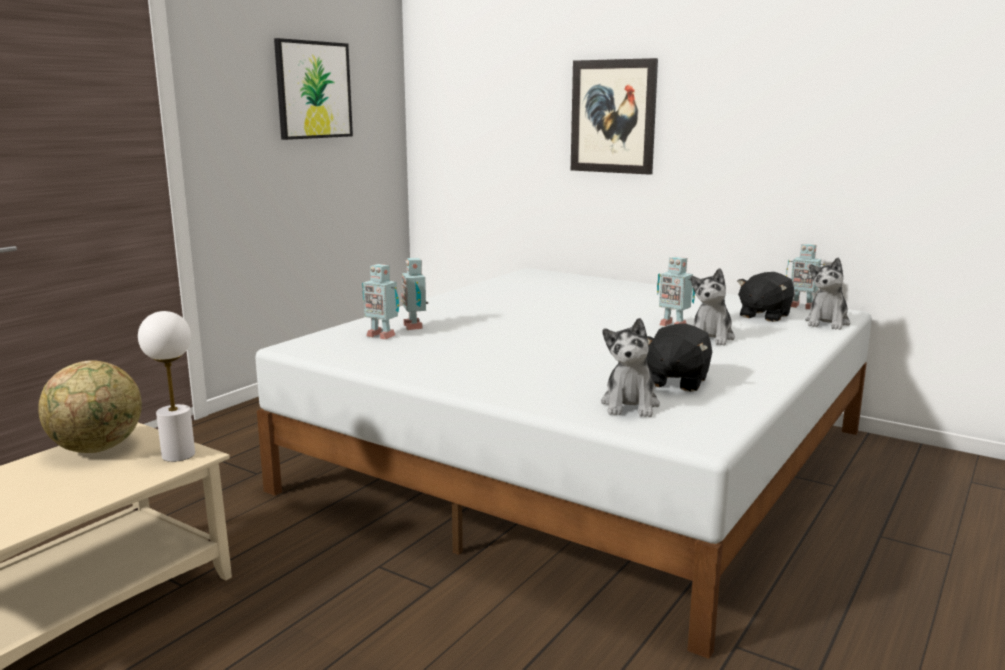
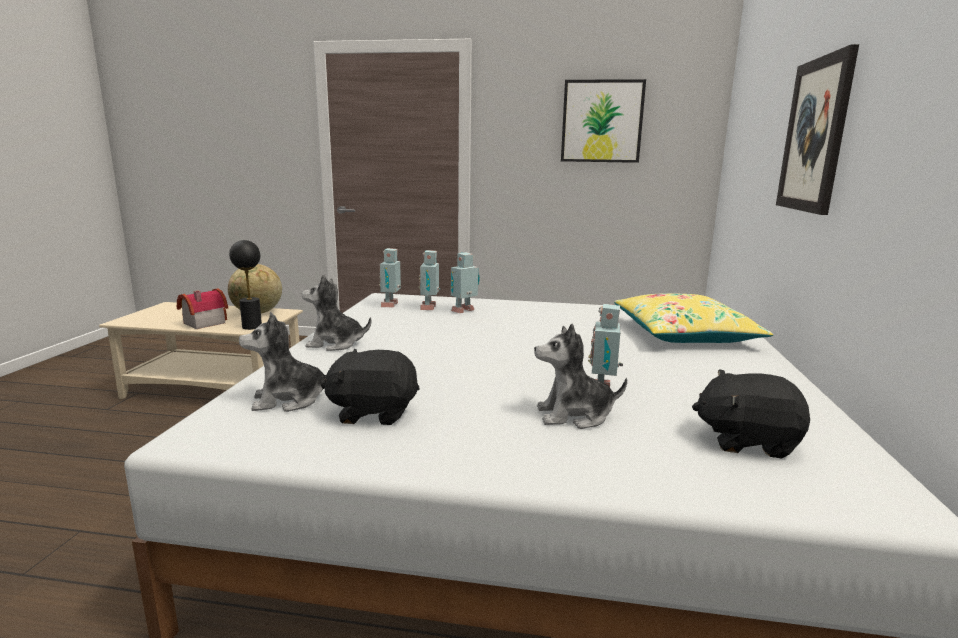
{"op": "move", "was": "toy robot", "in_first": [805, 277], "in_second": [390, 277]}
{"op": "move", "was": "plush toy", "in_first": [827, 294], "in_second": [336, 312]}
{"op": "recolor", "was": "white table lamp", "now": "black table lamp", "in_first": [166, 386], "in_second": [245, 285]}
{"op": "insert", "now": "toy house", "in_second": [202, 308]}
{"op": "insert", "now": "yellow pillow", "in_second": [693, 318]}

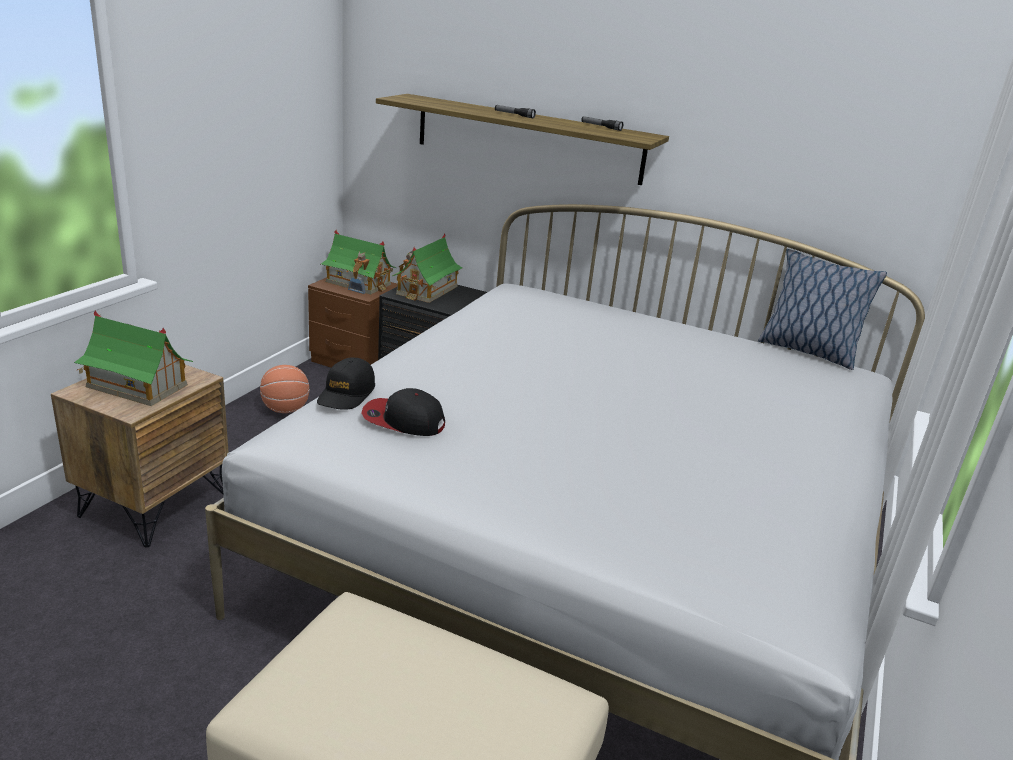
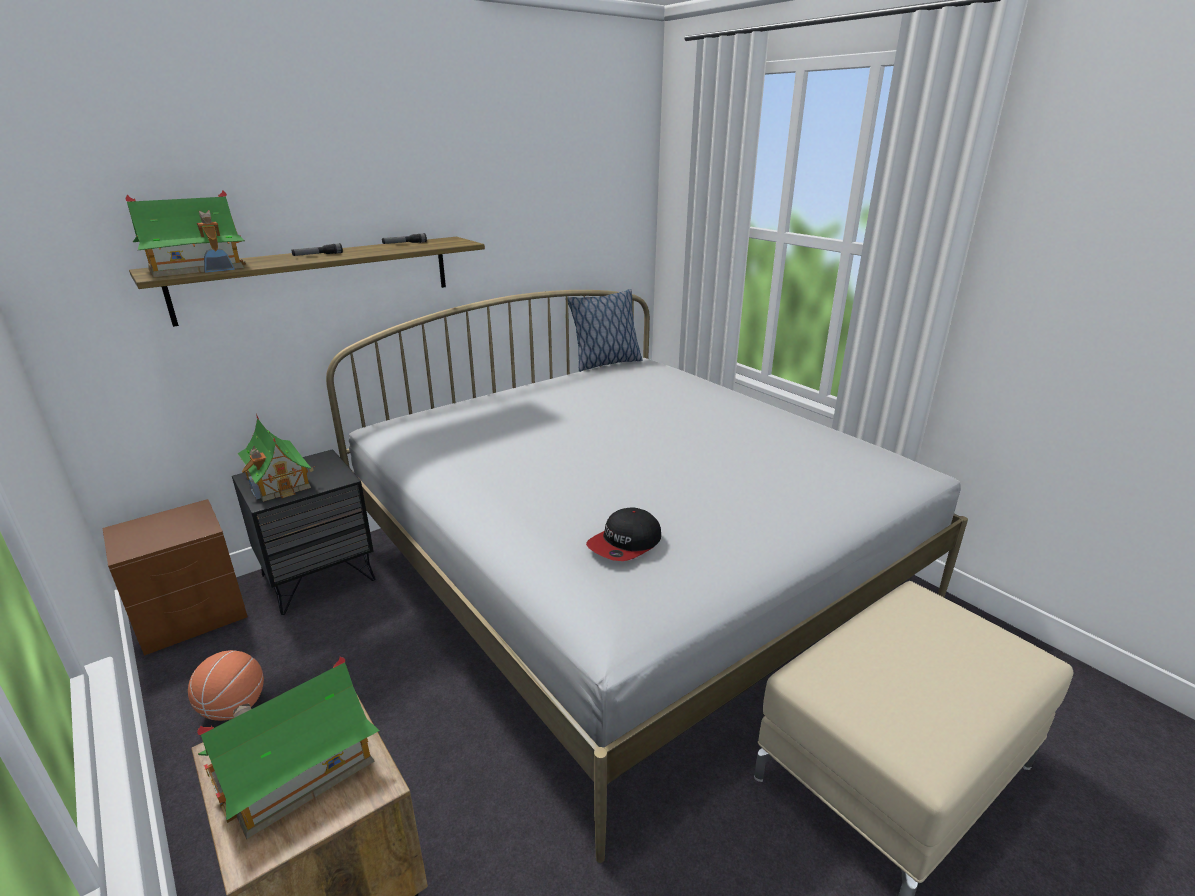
{"op": "move", "was": "toy house", "in_first": [358, 262], "in_second": [185, 233]}
{"op": "delete", "was": "black cap", "in_first": [346, 383]}

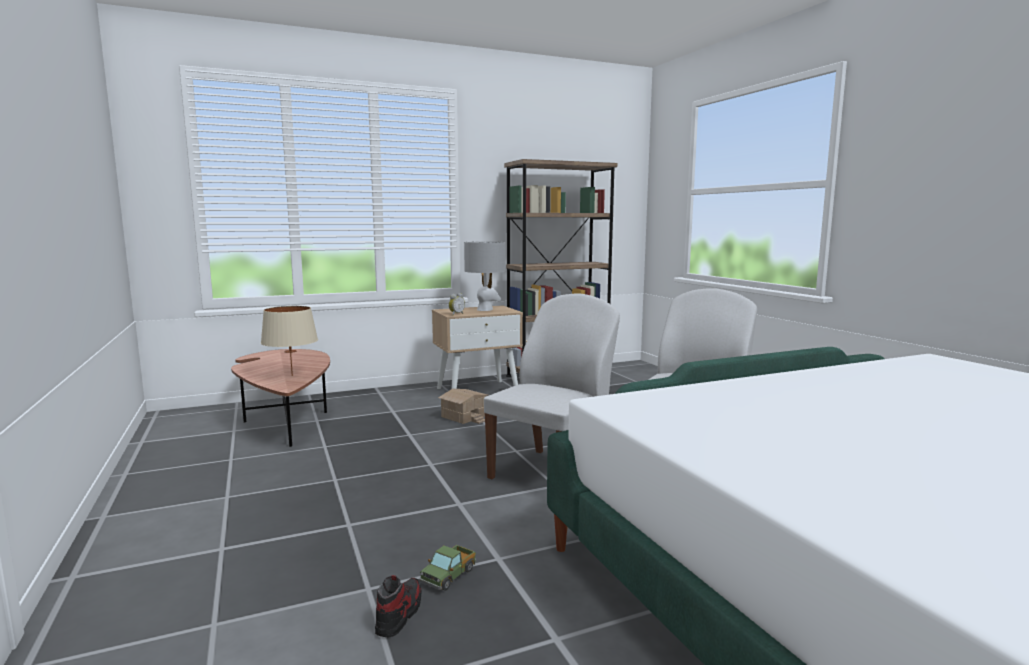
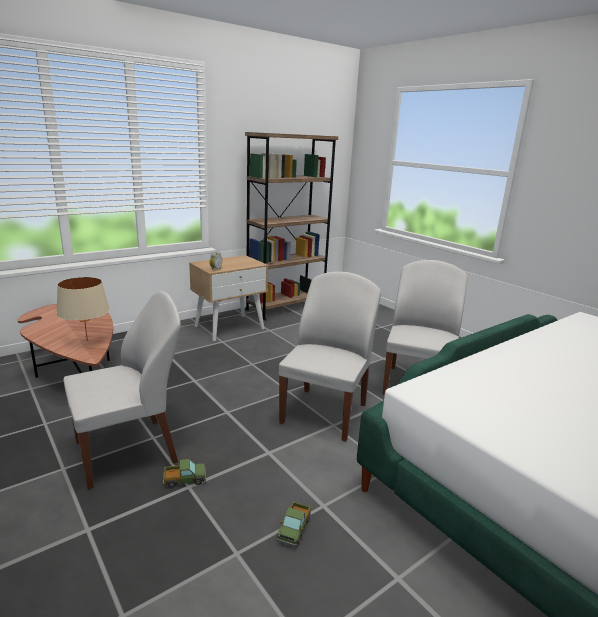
{"op": "delete", "was": "grey table lamp", "in_first": [484, 276]}
{"op": "delete", "was": "toy house", "in_first": [463, 406]}
{"op": "delete", "was": "shoe", "in_first": [398, 606]}
{"op": "insert", "now": "white chair", "in_second": [122, 390]}
{"op": "insert", "now": "toy truck", "in_second": [184, 473]}

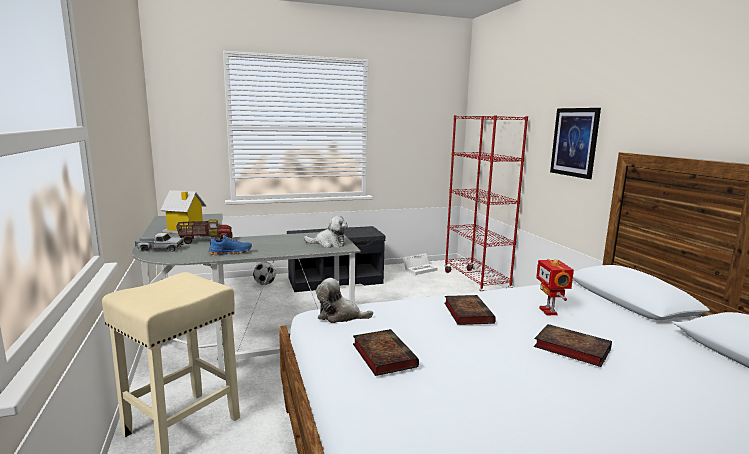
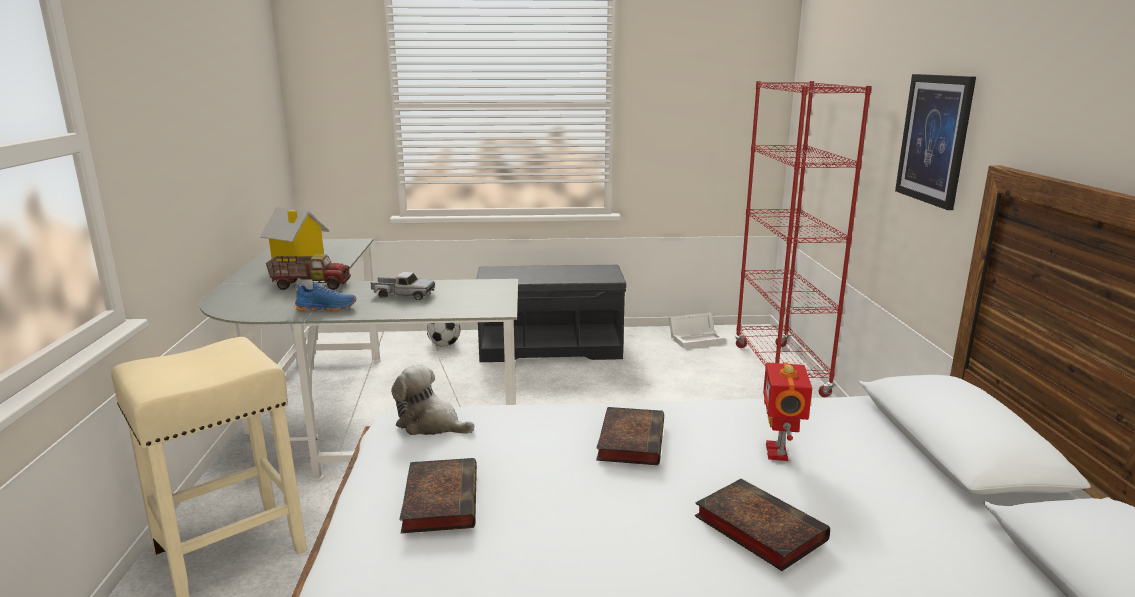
{"op": "delete", "was": "plush toy", "in_first": [326, 231]}
{"op": "move", "was": "toy truck", "in_first": [159, 242], "in_second": [403, 286]}

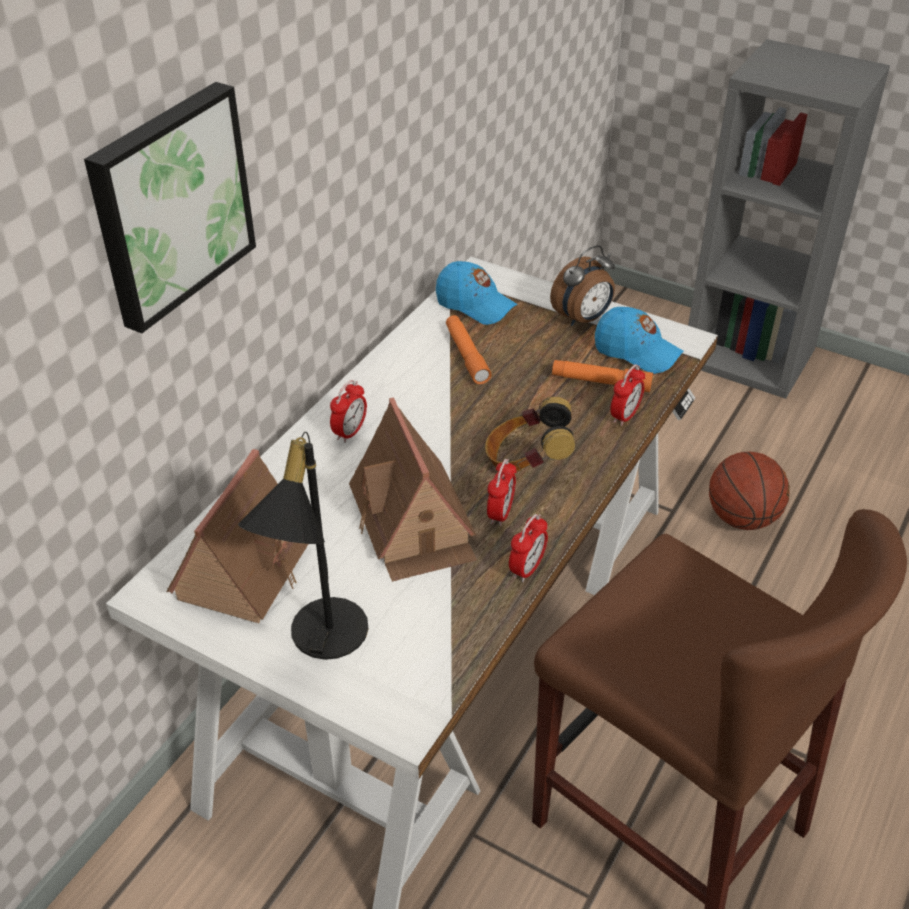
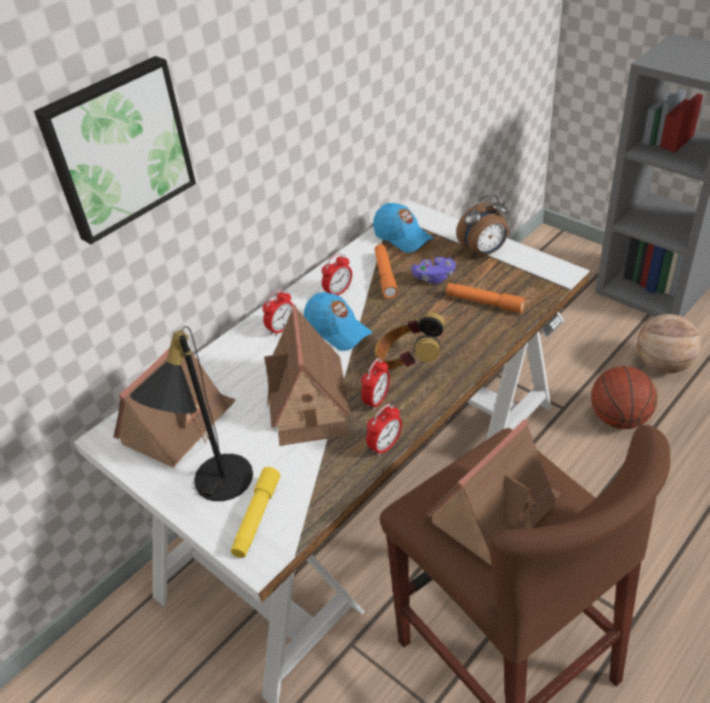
{"op": "move", "was": "blue cap", "in_first": [639, 340], "in_second": [338, 321]}
{"op": "move", "was": "alarm clock", "in_first": [627, 395], "in_second": [337, 274]}
{"op": "insert", "now": "purple game controller", "in_second": [433, 270]}
{"op": "insert", "now": "basketball", "in_second": [669, 344]}
{"op": "insert", "now": "toy house", "in_second": [493, 492]}
{"op": "insert", "now": "yellow flashlight", "in_second": [255, 512]}

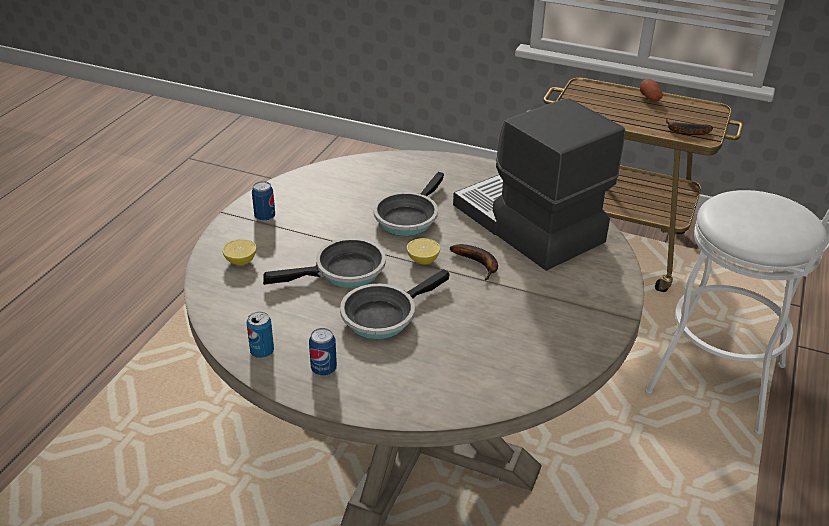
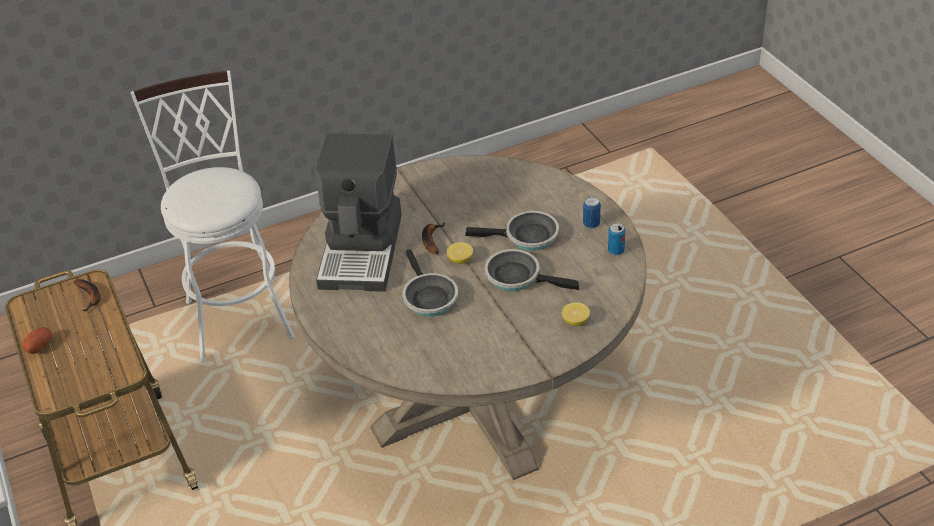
{"op": "rotate", "was": "frying pan", "in_first": [408, 204], "in_second": [430, 283], "clockwise": 90}
{"op": "delete", "was": "can", "in_first": [263, 201]}

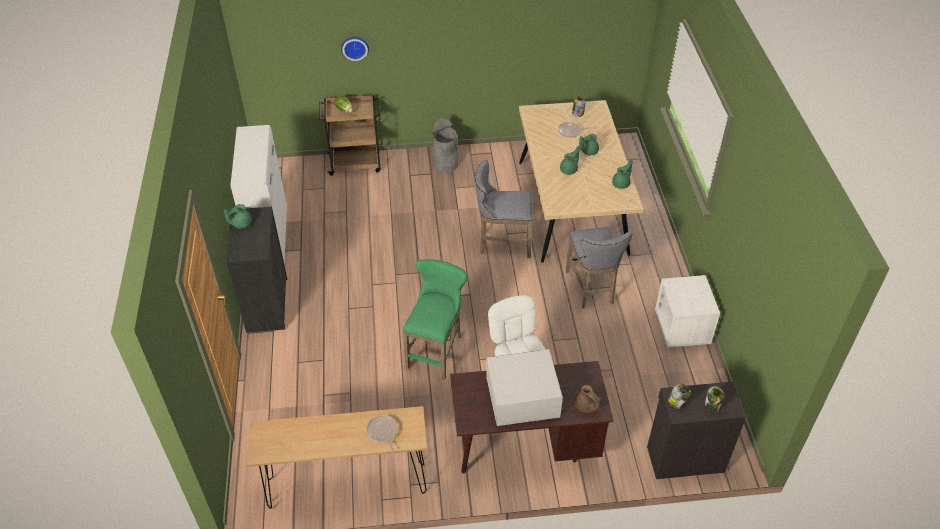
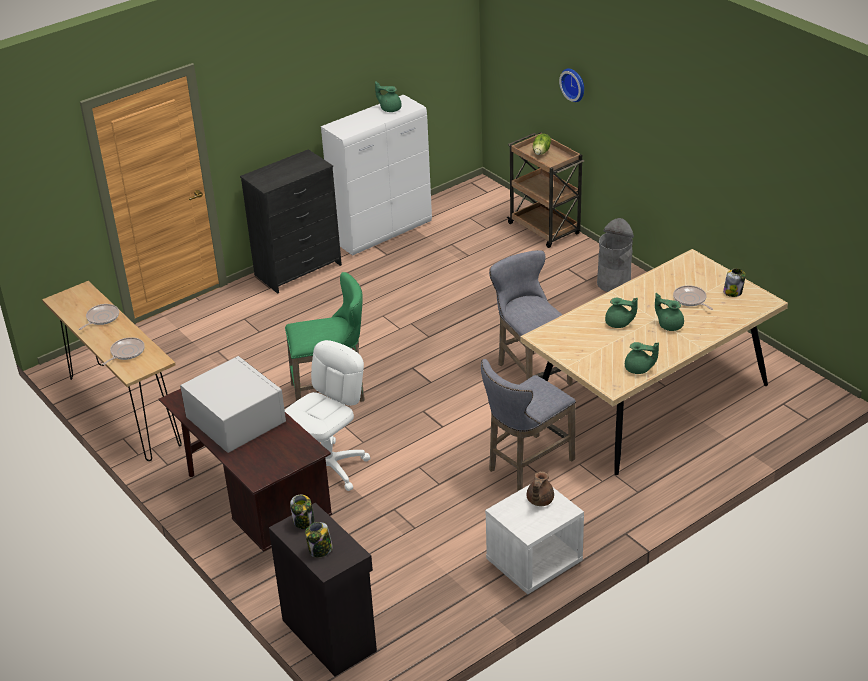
{"op": "move", "was": "green teapot", "in_first": [238, 216], "in_second": [388, 96]}
{"op": "move", "was": "brown teapot", "in_first": [588, 399], "in_second": [540, 488]}
{"op": "insert", "now": "frying pan", "in_second": [99, 317]}

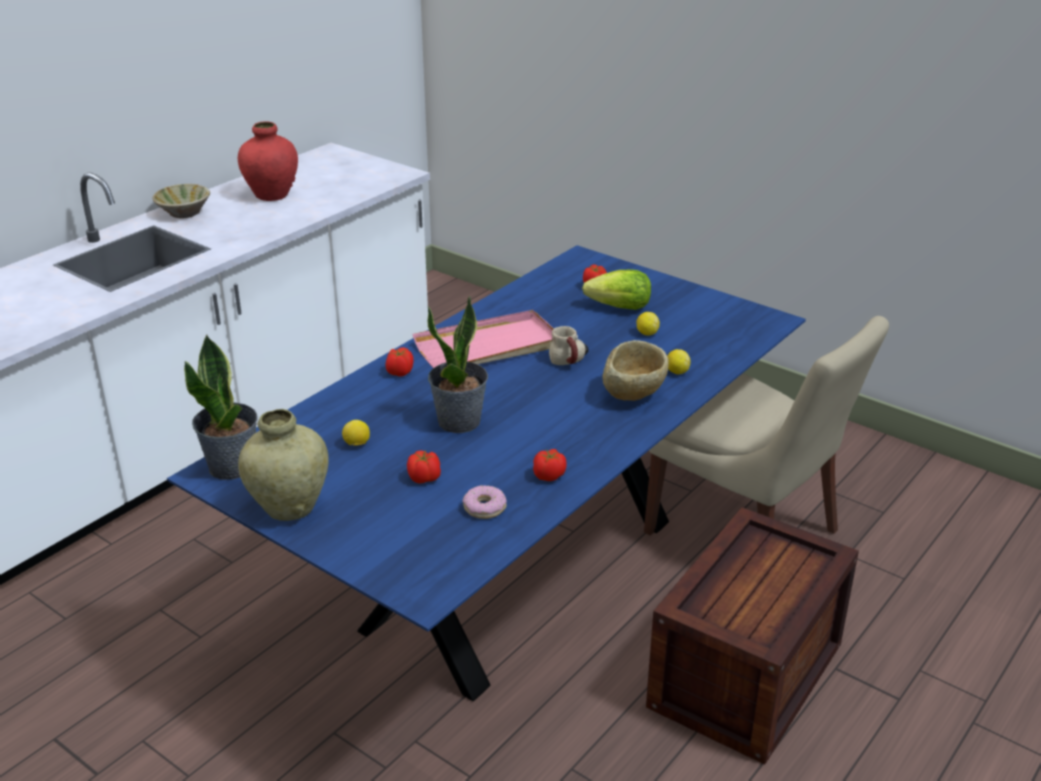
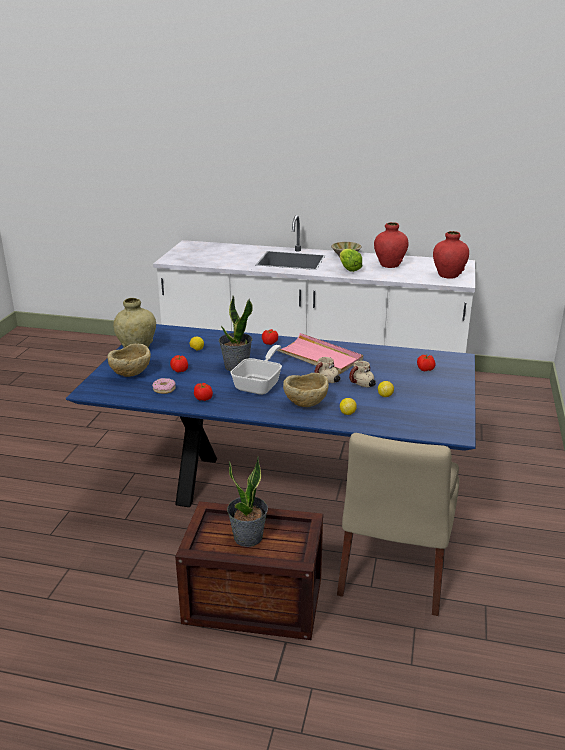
{"op": "move", "was": "lettuce", "in_first": [616, 290], "in_second": [351, 260]}
{"op": "move", "was": "potted plant", "in_first": [221, 407], "in_second": [247, 501]}
{"op": "insert", "now": "red vase", "in_second": [451, 255]}
{"op": "insert", "now": "beige bowl", "in_second": [129, 360]}
{"op": "insert", "now": "frying pan", "in_second": [256, 370]}
{"op": "insert", "now": "mug", "in_second": [362, 373]}

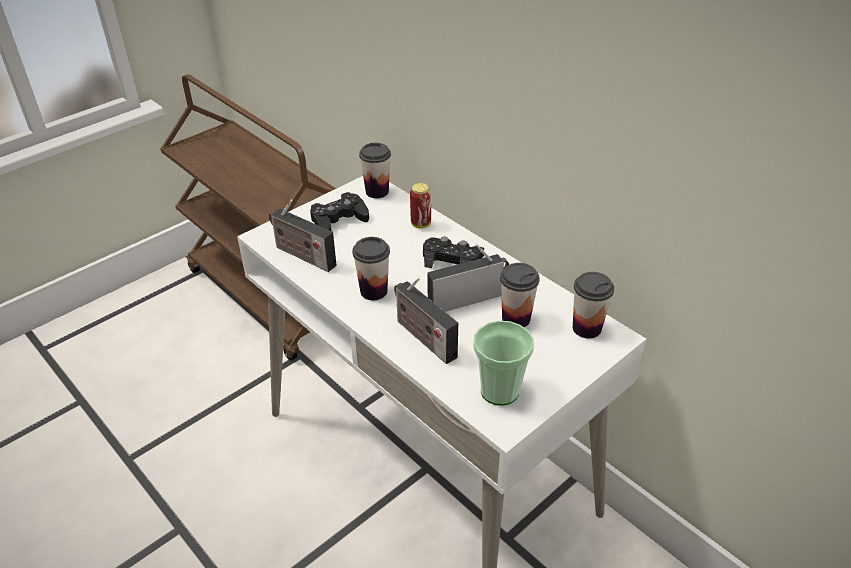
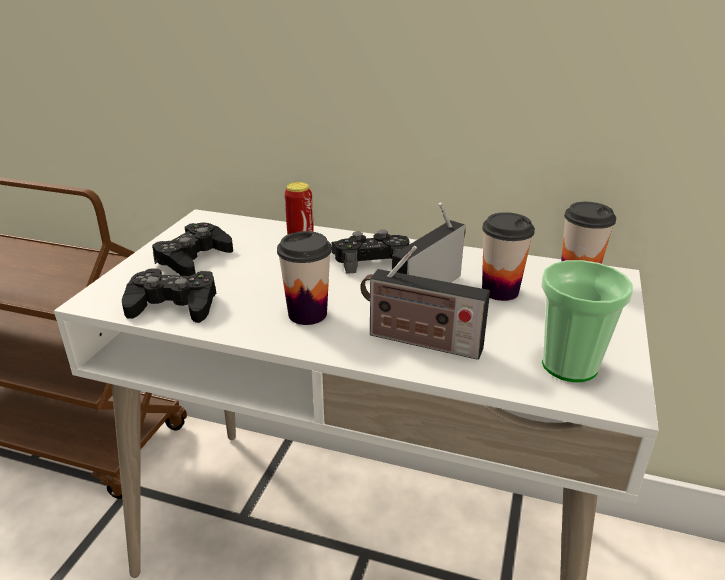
{"op": "delete", "was": "cup", "in_first": [375, 170]}
{"op": "replace", "was": "radio", "now": "black game controller", "in_first": [303, 236], "in_second": [169, 295]}

